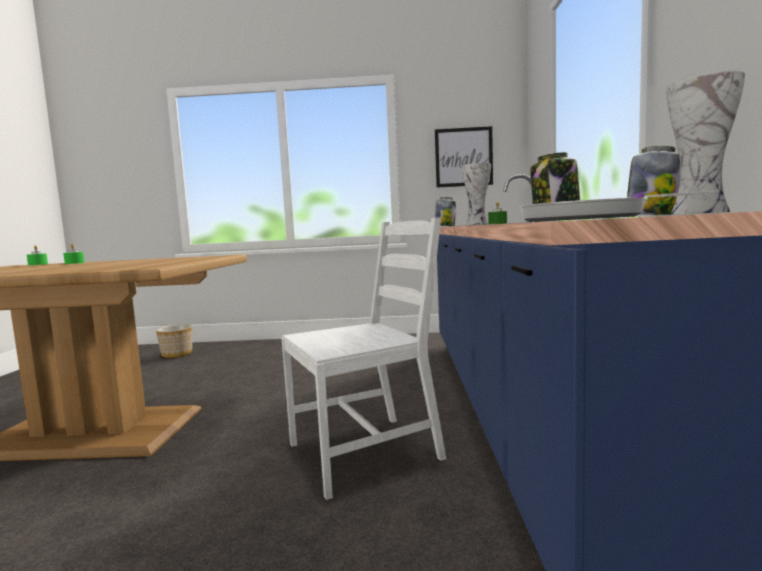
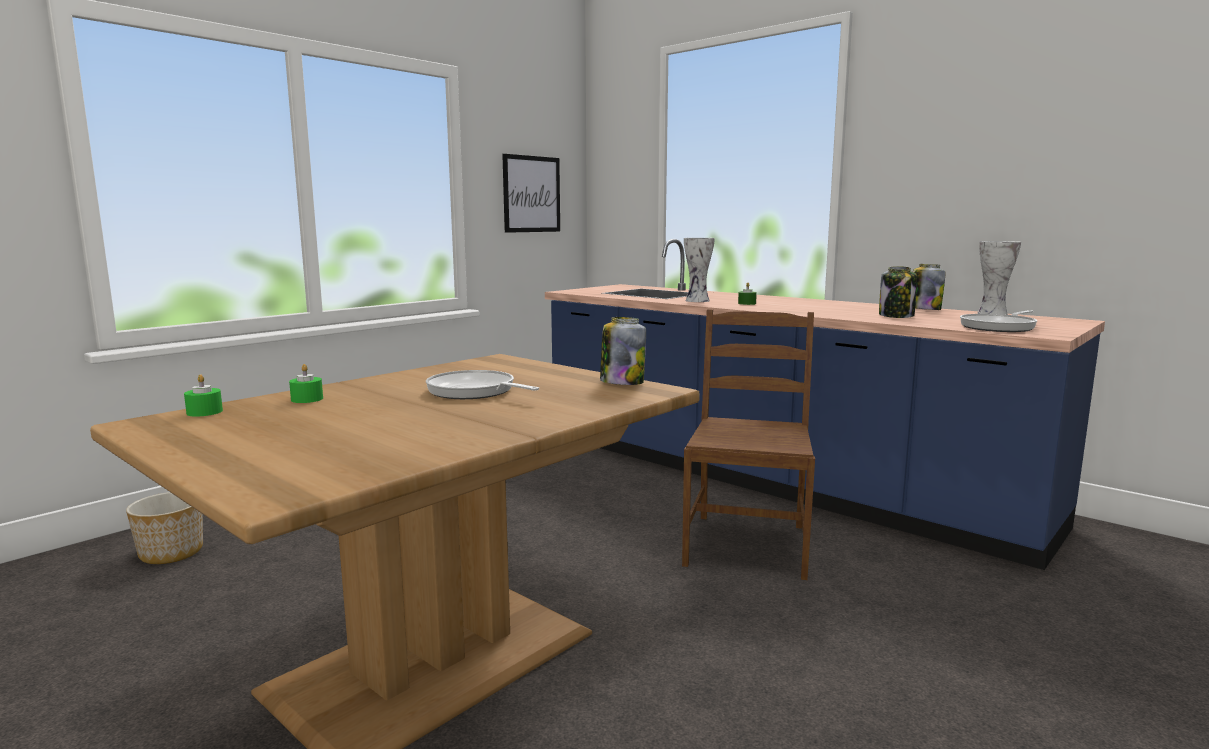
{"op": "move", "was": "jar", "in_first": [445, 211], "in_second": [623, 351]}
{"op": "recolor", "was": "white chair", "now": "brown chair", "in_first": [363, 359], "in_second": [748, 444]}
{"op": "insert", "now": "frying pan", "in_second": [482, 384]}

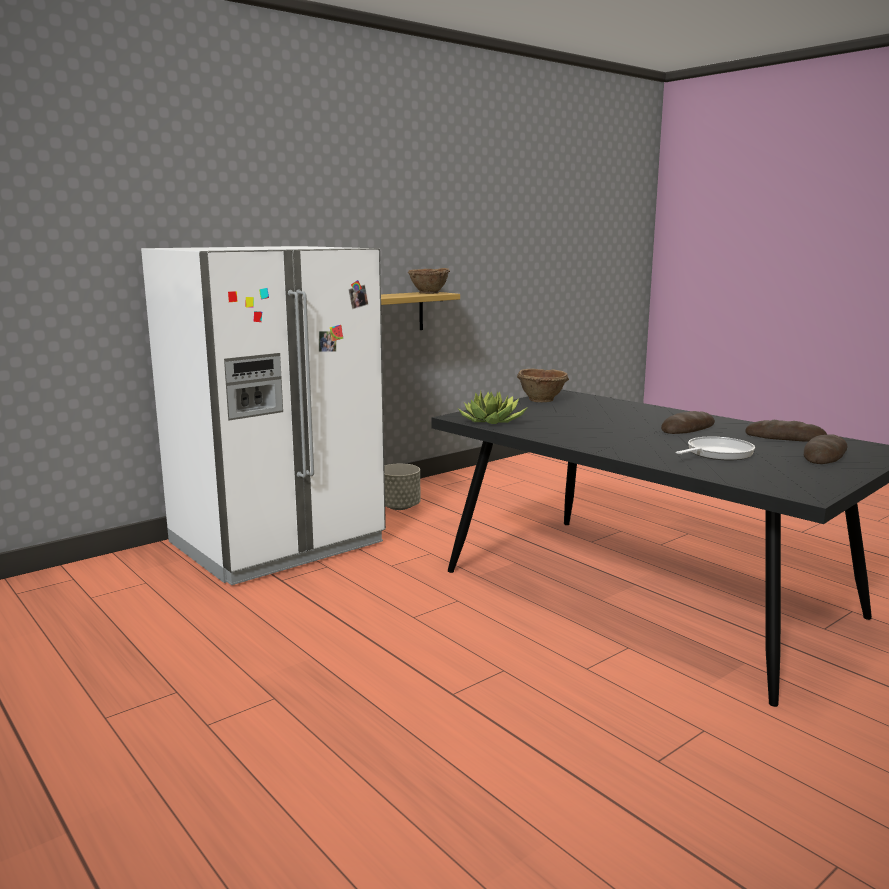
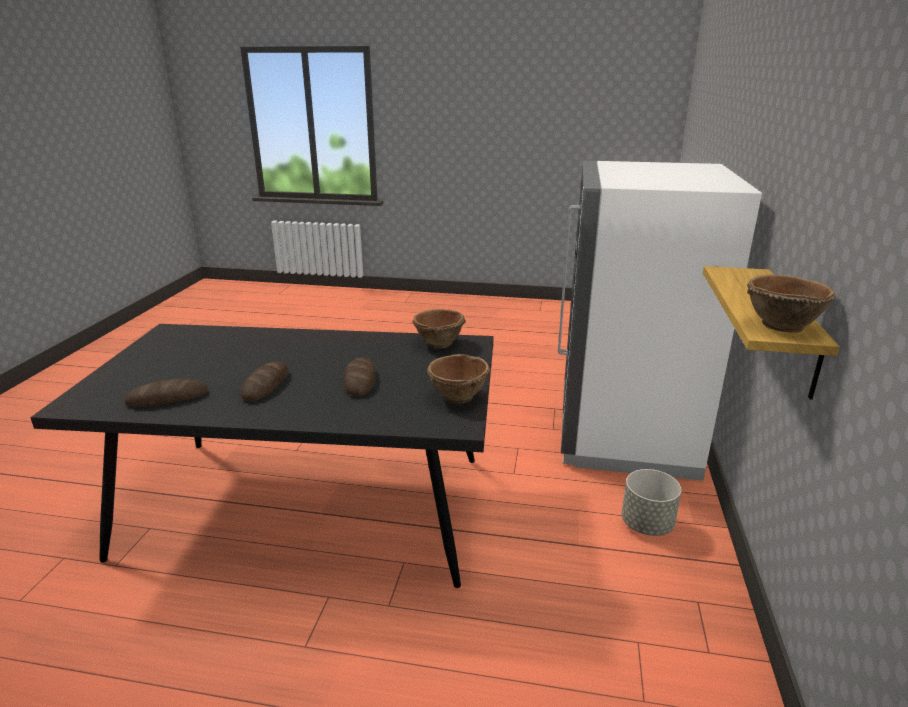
{"op": "replace", "was": "potted plant", "now": "brown bowl", "in_first": [493, 407], "in_second": [439, 328]}
{"op": "move", "was": "bread", "in_first": [826, 449], "in_second": [359, 376]}
{"op": "delete", "was": "frying pan", "in_first": [715, 449]}

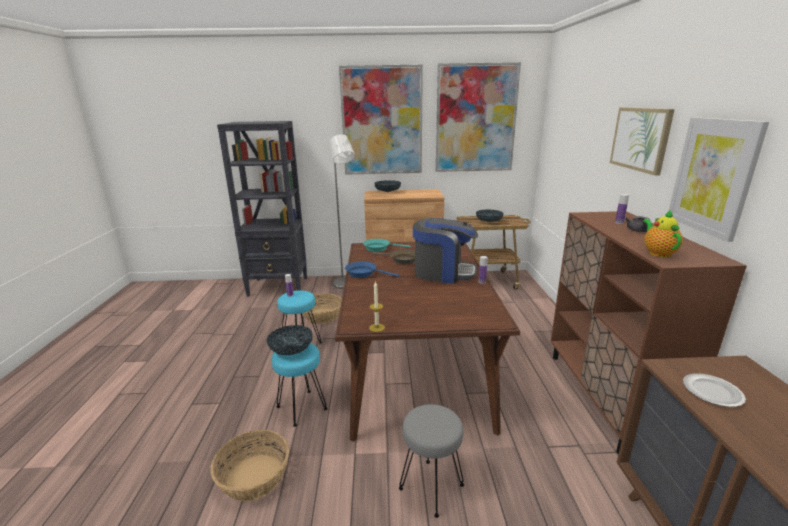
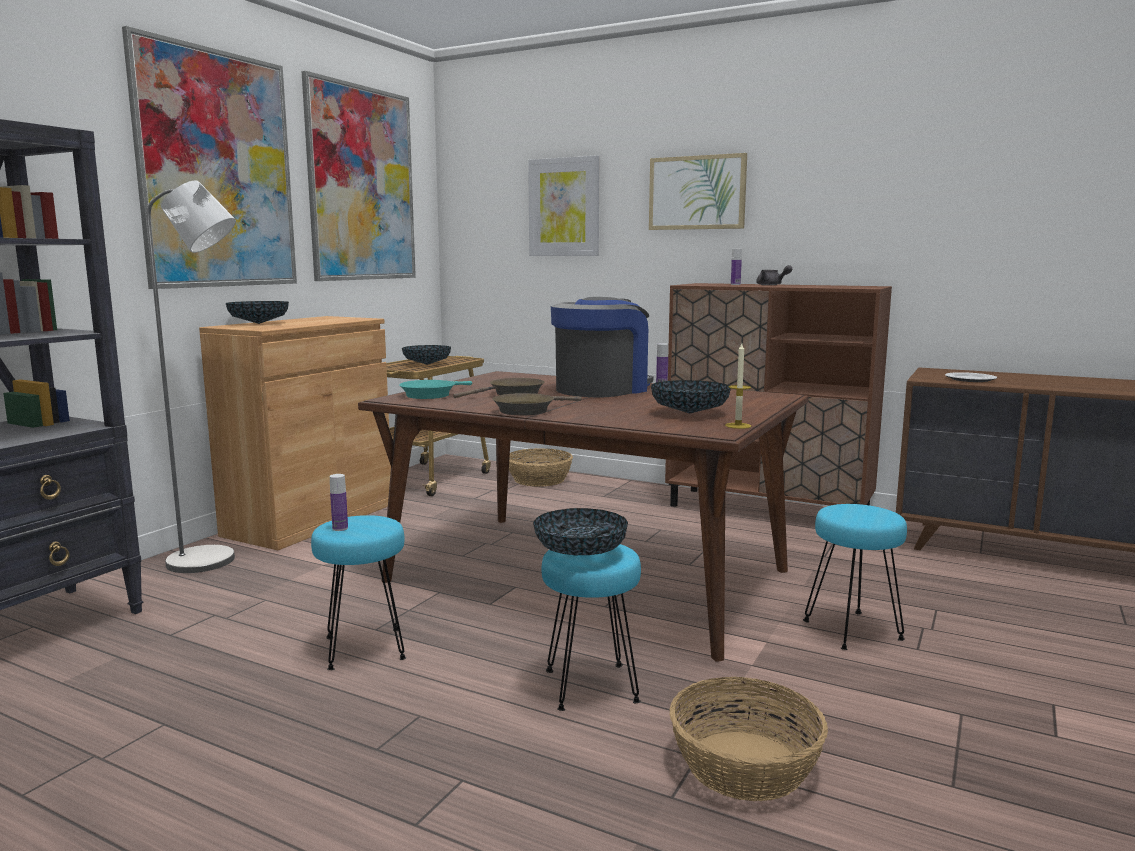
{"op": "move", "was": "picture", "in_first": [718, 179], "in_second": [563, 205]}
{"op": "delete", "was": "teapot", "in_first": [663, 233]}
{"op": "recolor", "was": "blue frying pan", "now": "brown frying pan", "in_first": [372, 269], "in_second": [537, 404]}
{"op": "move", "was": "basket", "in_first": [322, 308], "in_second": [541, 467]}
{"op": "recolor", "was": "grey stool", "now": "turquoise stool", "in_first": [431, 461], "in_second": [855, 577]}
{"op": "insert", "now": "bowl", "in_second": [691, 397]}

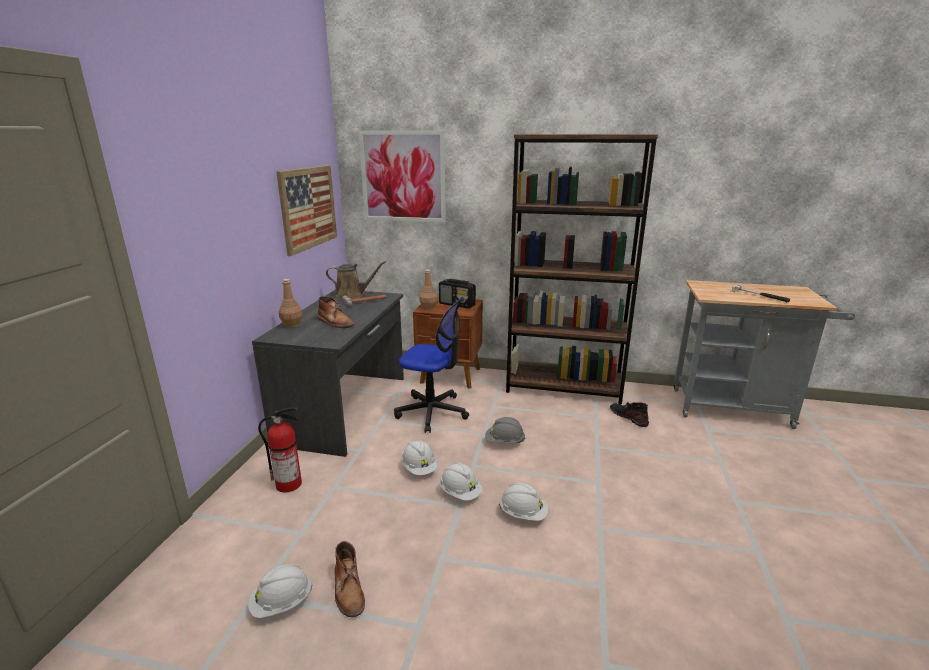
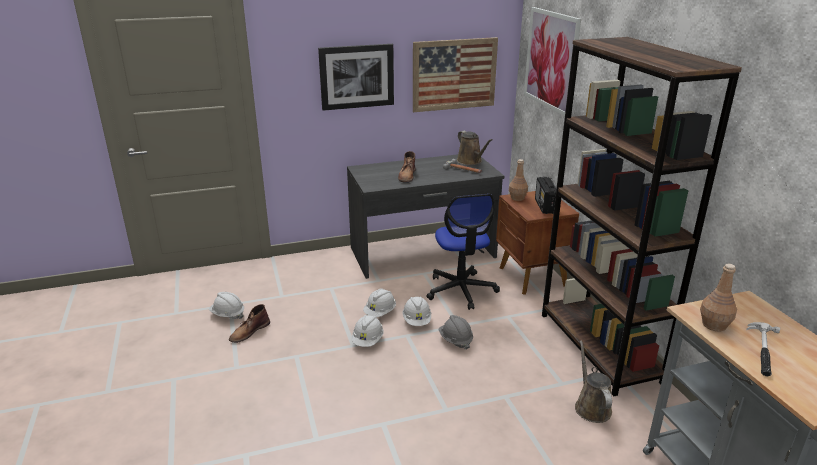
{"op": "move", "was": "brown bottle", "in_first": [290, 303], "in_second": [718, 298]}
{"op": "replace", "was": "black boot", "now": "brown watering can", "in_first": [629, 414], "in_second": [593, 381]}
{"op": "delete", "was": "fire extinguisher", "in_first": [280, 450]}
{"op": "move", "was": "white hard hat", "in_first": [523, 502], "in_second": [417, 311]}
{"op": "insert", "now": "picture", "in_second": [356, 77]}

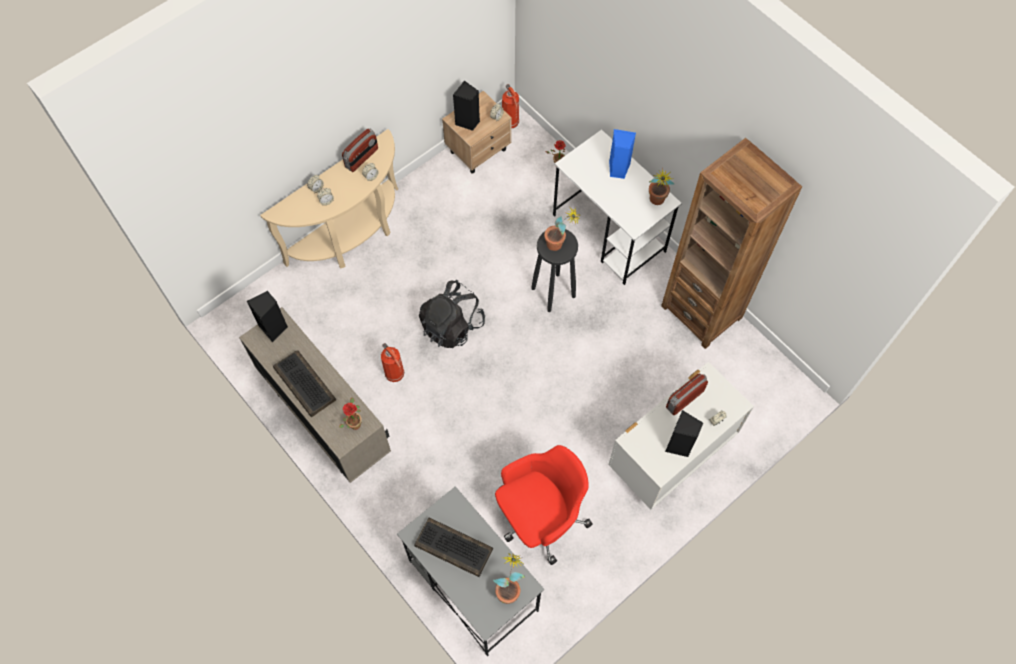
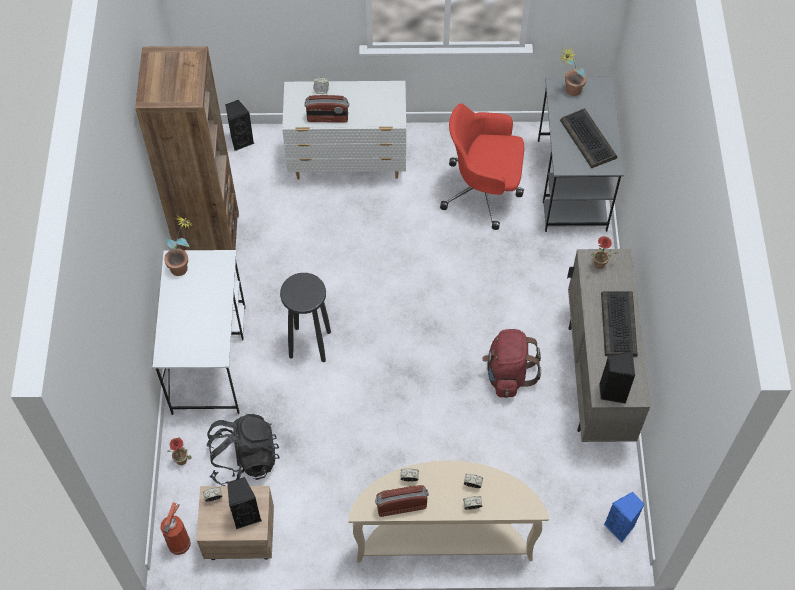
{"op": "move", "was": "blue speaker", "in_first": [622, 154], "in_second": [624, 517]}
{"op": "delete", "was": "potted plant", "in_first": [562, 229]}
{"op": "move", "was": "black backpack", "in_first": [452, 314], "in_second": [242, 450]}
{"op": "replace", "was": "fire extinguisher", "now": "red backpack", "in_first": [392, 362], "in_second": [511, 363]}
{"op": "move", "was": "black speaker", "in_first": [684, 433], "in_second": [239, 125]}

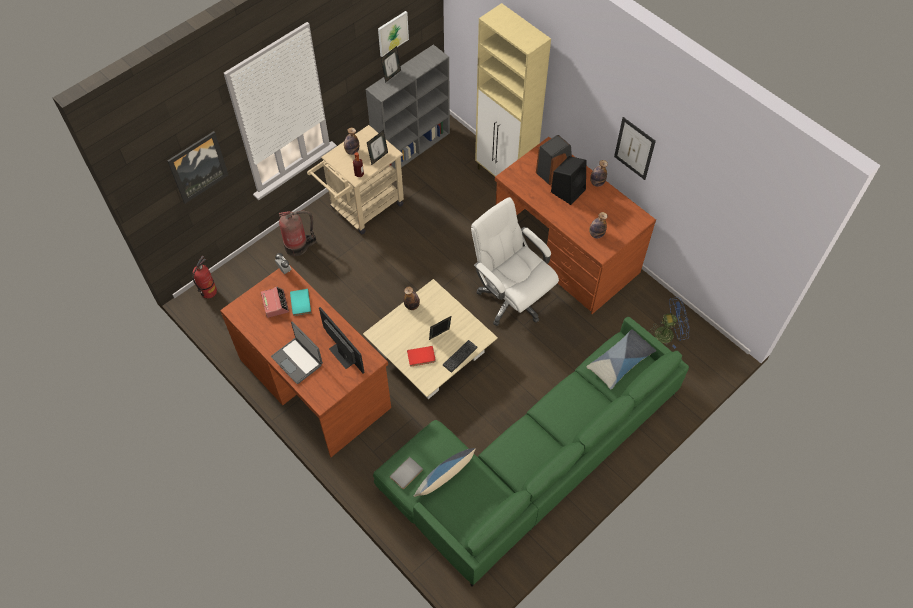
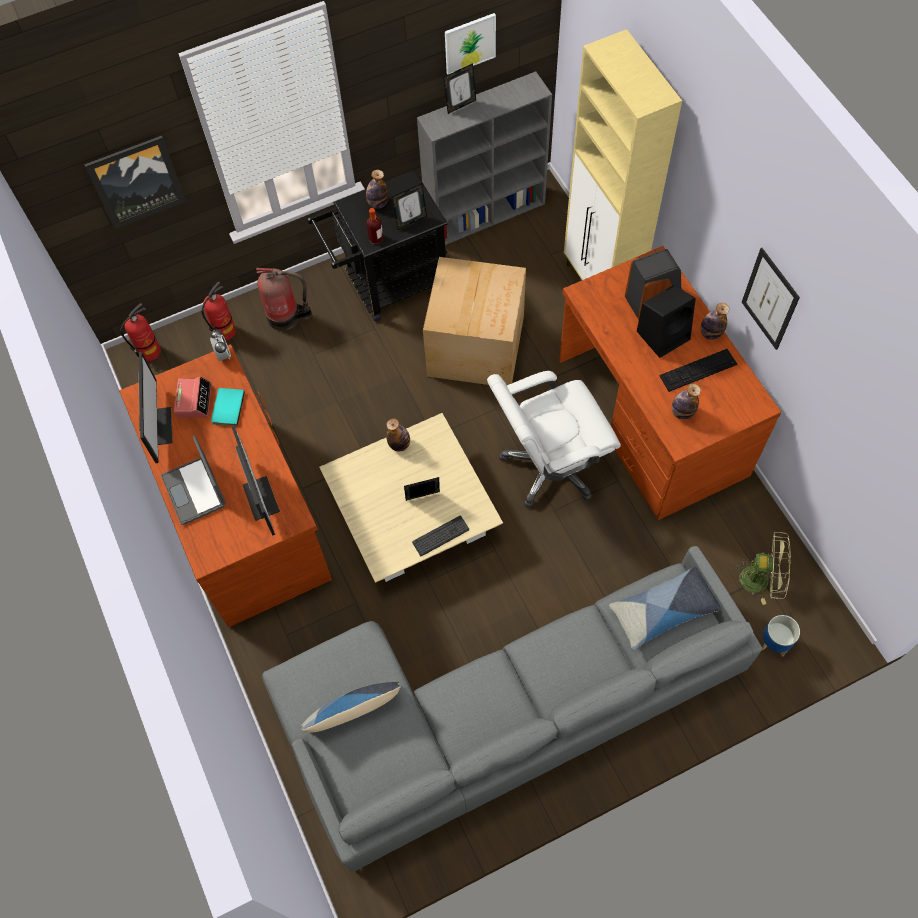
{"op": "recolor", "was": "beige cart", "now": "black cart", "in_first": [355, 179], "in_second": [377, 246]}
{"op": "rotate", "was": "white office chair", "in_first": [515, 261], "in_second": [554, 439], "clockwise": -90}
{"op": "recolor", "was": "blue fan", "now": "green fan", "in_first": [669, 323], "in_second": [761, 568]}
{"op": "recolor", "was": "green sofa", "now": "grey sofa", "in_first": [531, 452], "in_second": [512, 709]}
{"op": "delete", "was": "red book", "in_first": [421, 356]}
{"op": "delete", "was": "grey book", "in_first": [406, 473]}
{"op": "insert", "now": "cardboard box", "in_second": [474, 321]}
{"op": "insert", "now": "fire extinguisher", "in_second": [219, 311]}
{"op": "insert", "now": "keyboard", "in_second": [698, 370]}
{"op": "insert", "now": "monitor", "in_second": [155, 407]}
{"op": "insert", "now": "planter", "in_second": [781, 636]}

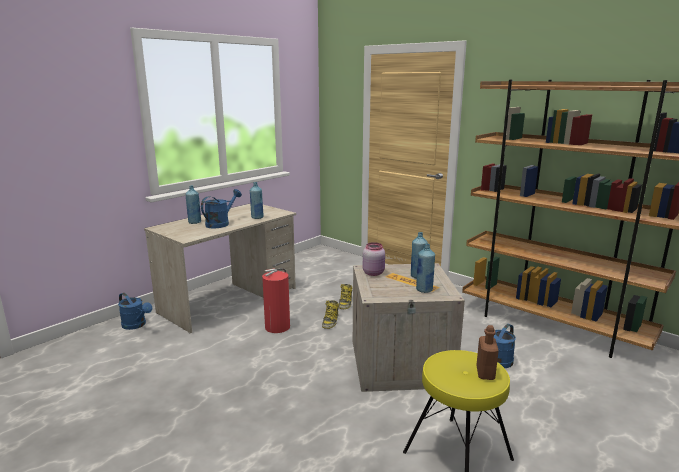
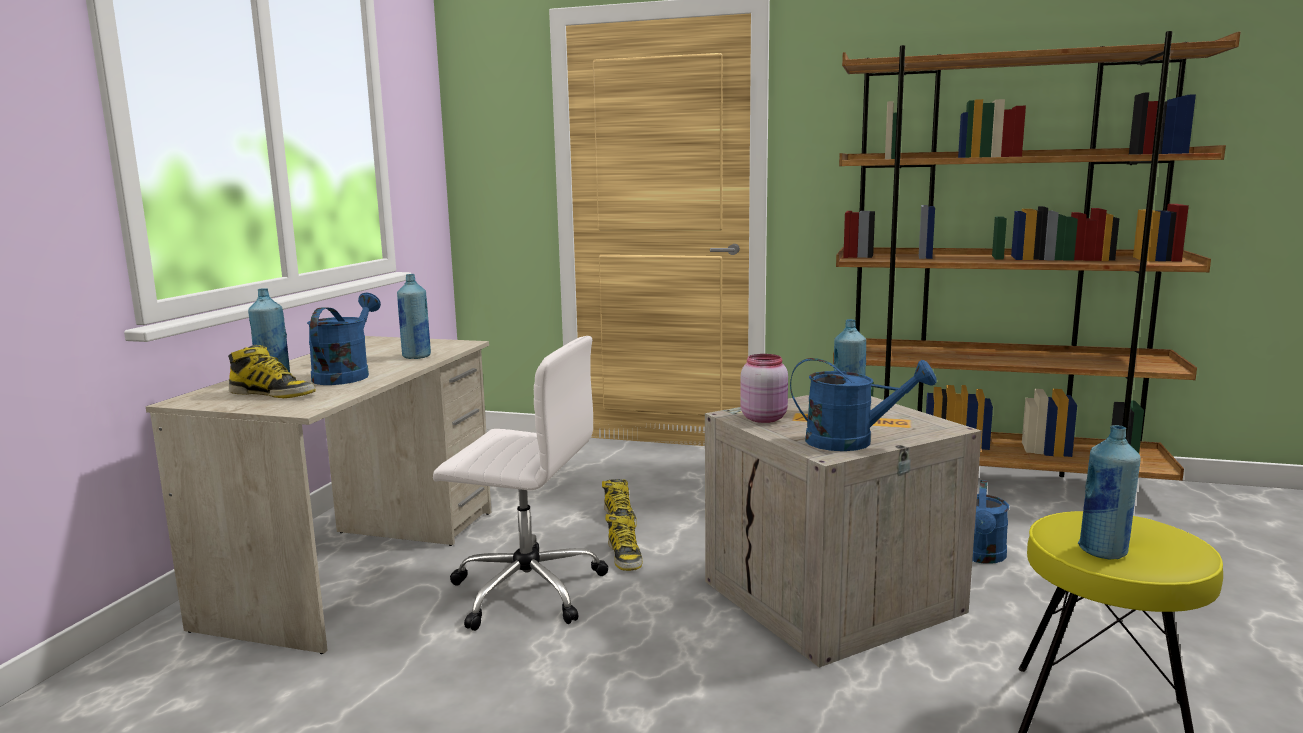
{"op": "move", "was": "blue bottle", "in_first": [425, 268], "in_second": [1109, 492]}
{"op": "replace", "was": "fire extinguisher", "now": "white office chair", "in_first": [276, 300], "in_second": [520, 483]}
{"op": "move", "was": "blue watering can", "in_first": [135, 311], "in_second": [863, 404]}
{"op": "delete", "was": "brown bottle", "in_first": [487, 352]}
{"op": "insert", "now": "boot", "in_second": [272, 371]}

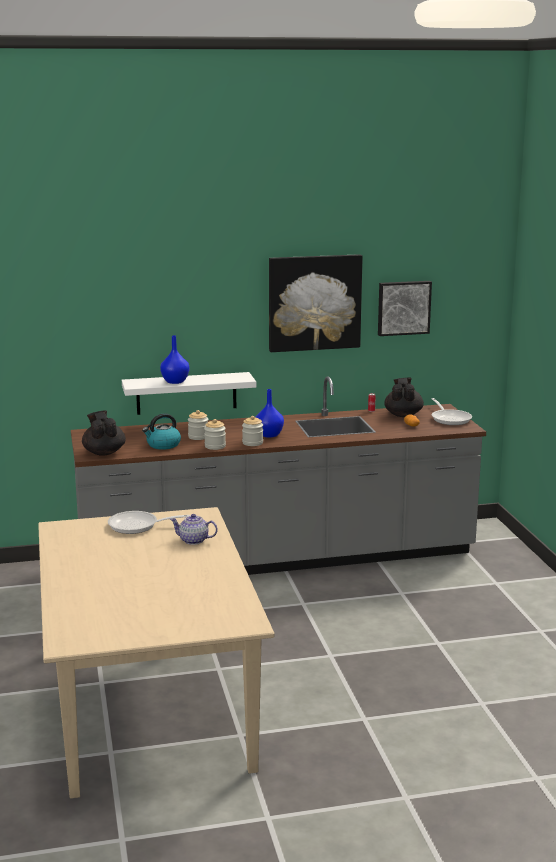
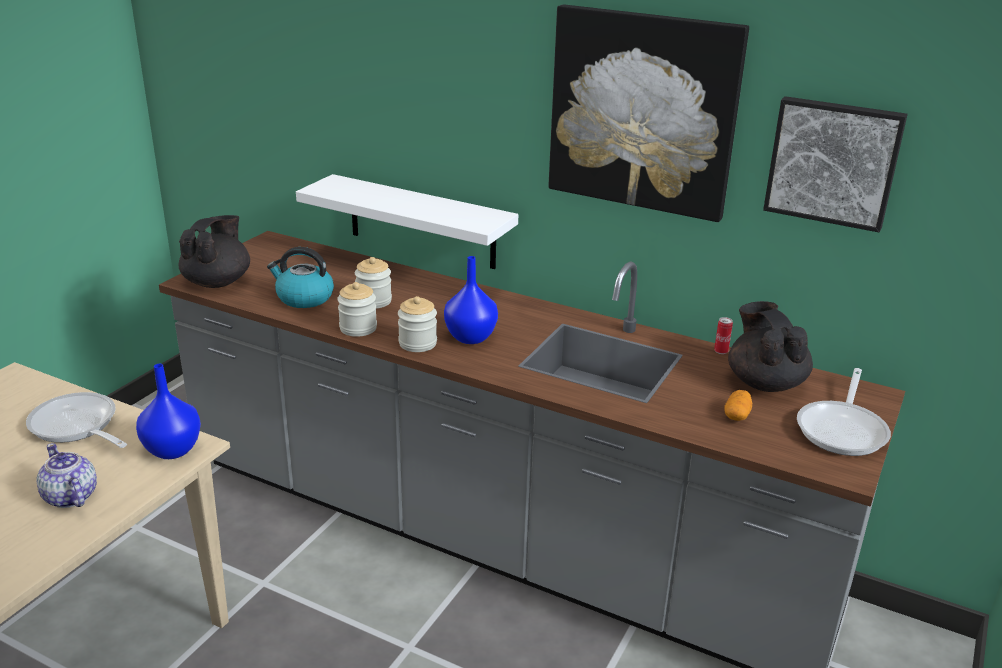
{"op": "move", "was": "blue vase", "in_first": [174, 359], "in_second": [168, 411]}
{"op": "rotate", "was": "black teapot", "in_first": [404, 397], "in_second": [770, 346], "clockwise": -60}

